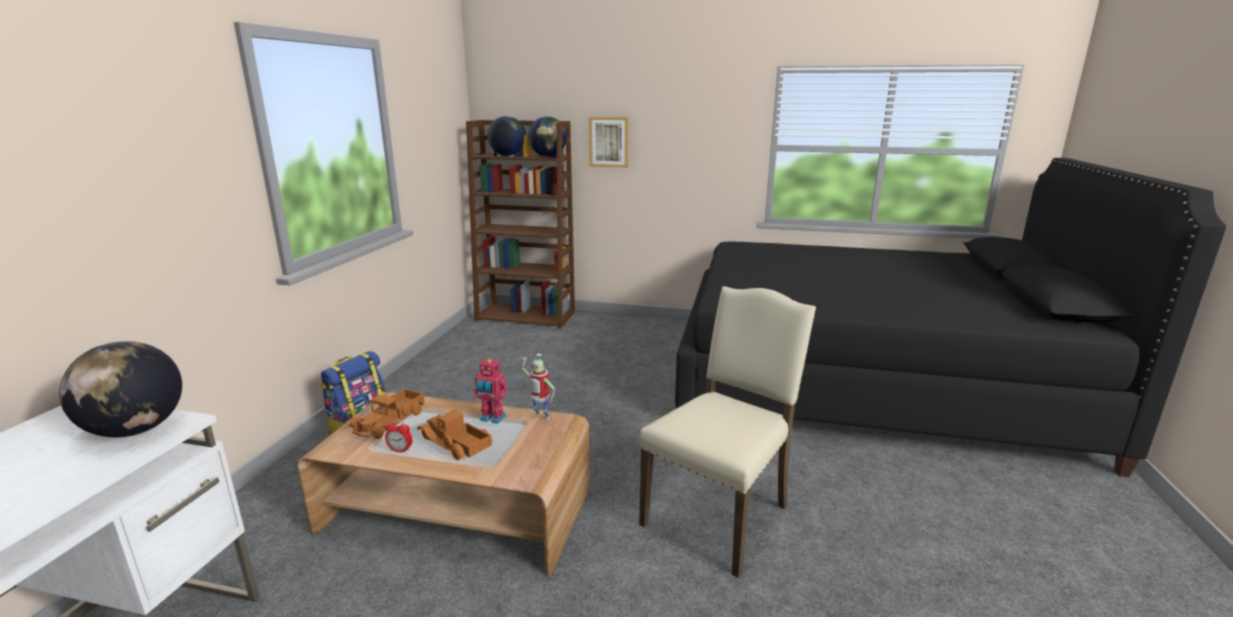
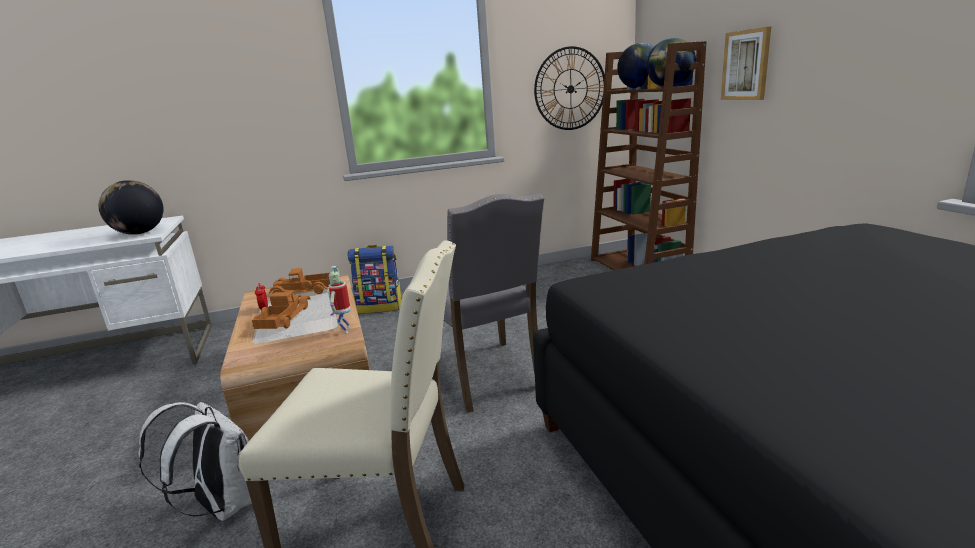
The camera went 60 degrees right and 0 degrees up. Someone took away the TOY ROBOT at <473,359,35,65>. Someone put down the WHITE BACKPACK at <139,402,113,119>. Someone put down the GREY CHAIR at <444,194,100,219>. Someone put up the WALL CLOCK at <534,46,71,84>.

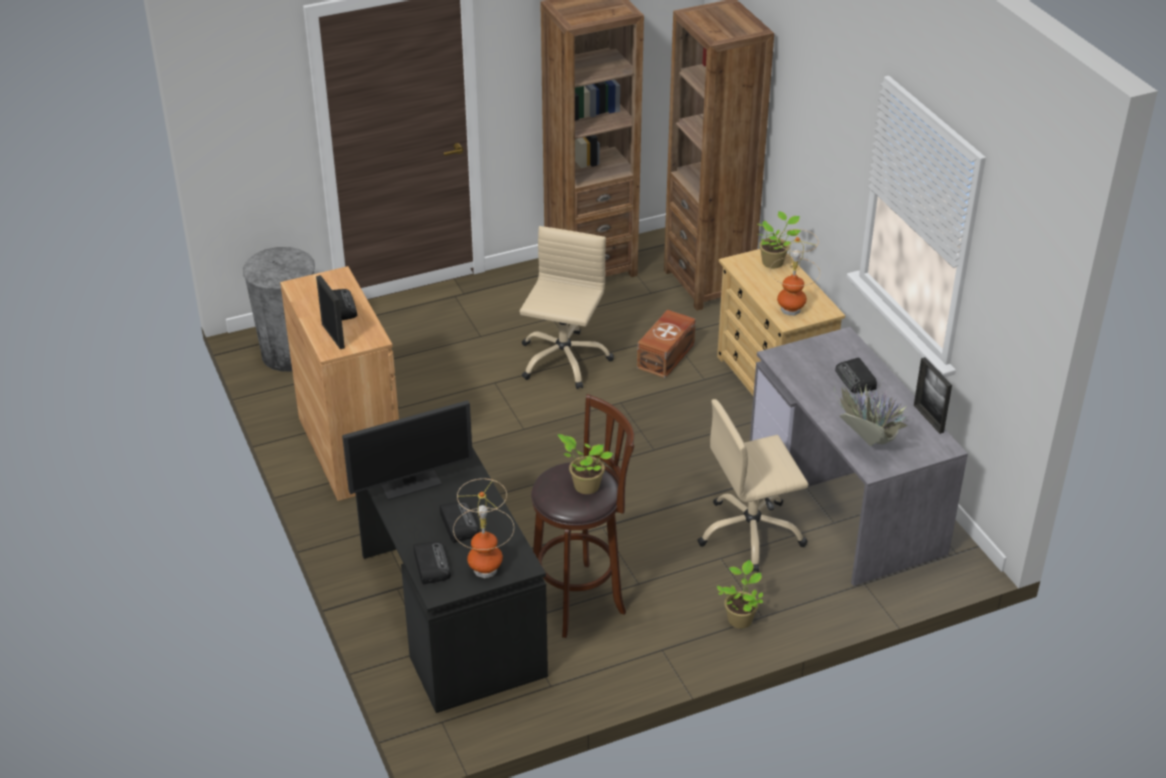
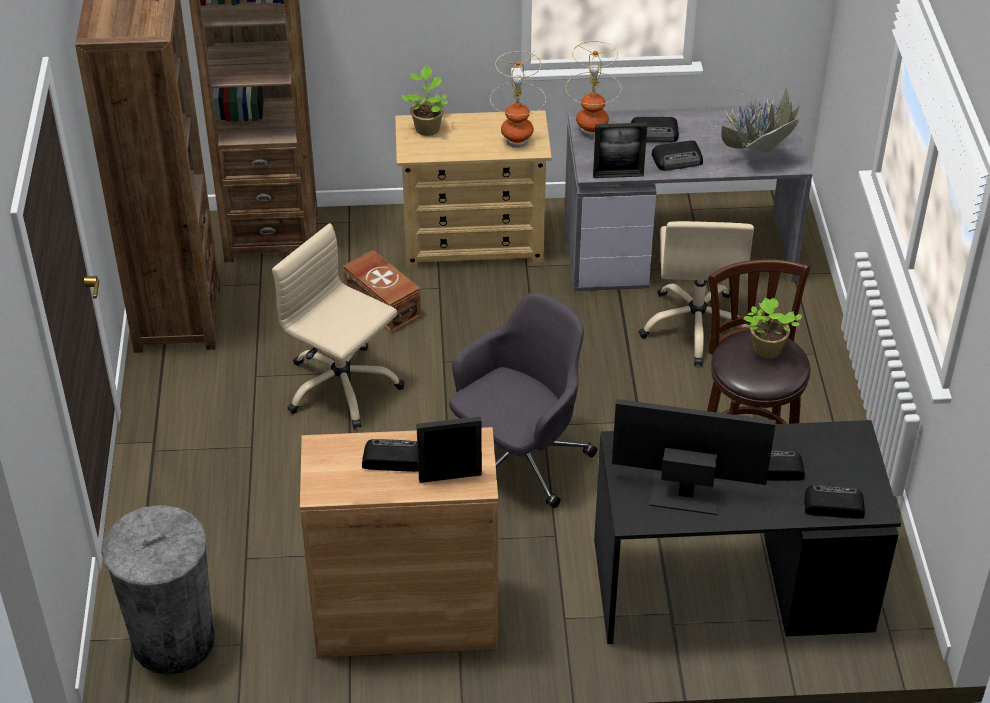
The camera went 70 degrees left and 5 degrees up. Someone rotated the MONITOR at <342,400,131,100> by 75 degrees counterclockwise. Someone carried the TABLE LAMP from <453,478,61,100> to <566,41,55,96>. Someone took away the POTTED PLANT at <717,560,46,69>. Someone carried the PICTURE FRAME from <914,357,38,77> to <593,123,54,55>. Someone put down the GREY OFFICE CHAIR at <449,293,148,215>. Someone put down the RADIO at <651,140,52,31>.

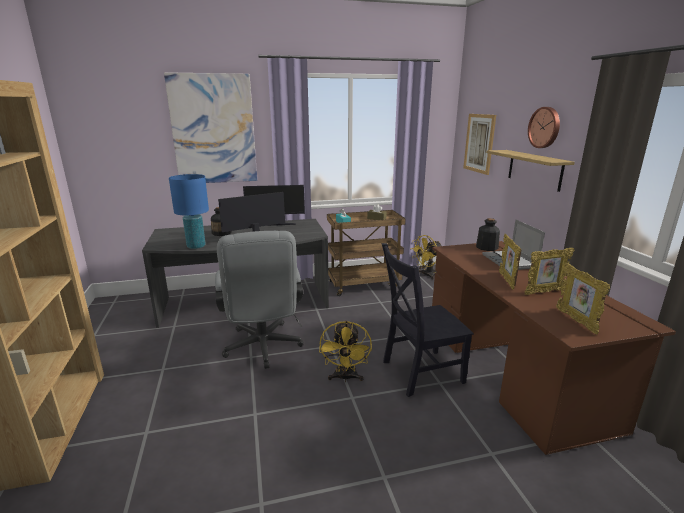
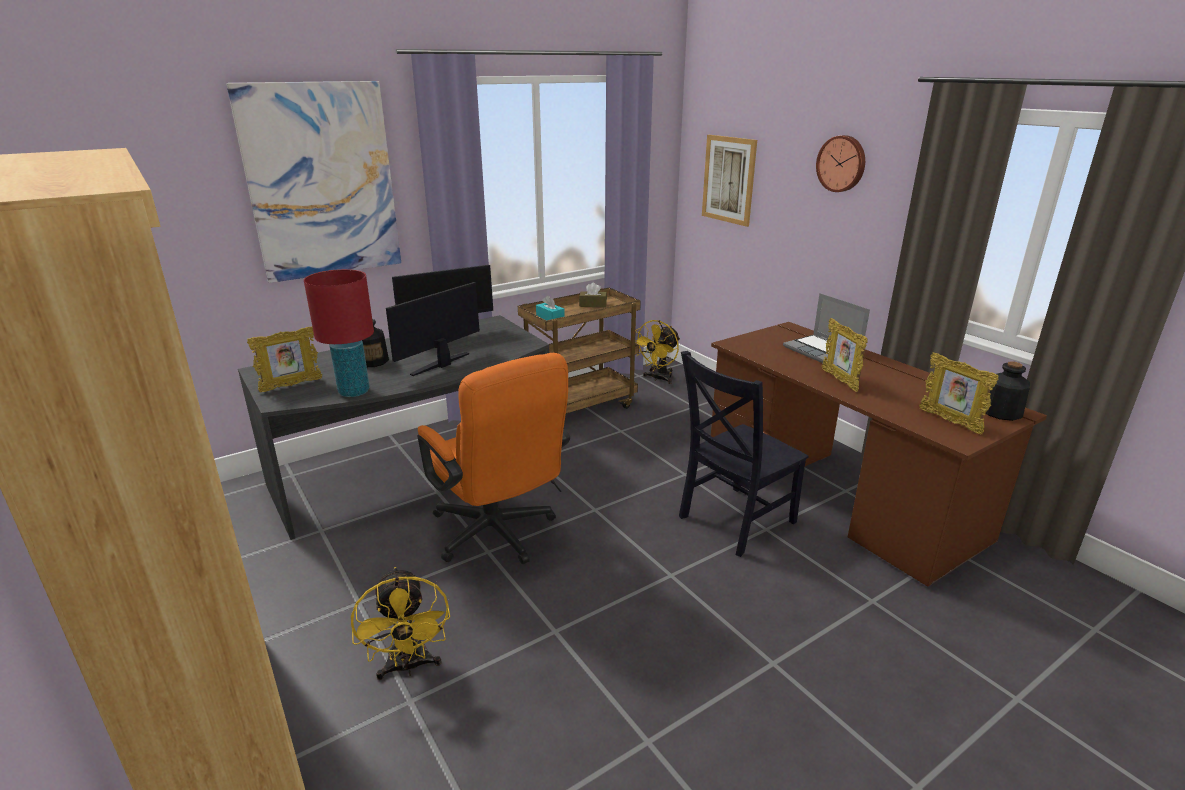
The camera went 20 degrees left and 5 degrees up. Someone repainted the BLUE TABLE LAMP at <169,174,40,75>, which became the RED TABLE LAMP at <304,269,70,128>. Someone repainted the GREY OFFICE CHAIR at <215,231,89,138>, which became the ORANGE OFFICE CHAIR at <417,353,153,211>. Someone carried the YELLOW FAN from <319,320,53,62> to <351,567,99,113>. Someone carried the BOTTLE from <476,218,24,33> to <986,361,44,60>. Someone took away the SHELF at <486,150,89,42>. Someone carried the PICTURE FRAME from <525,248,49,47> to <247,326,75,66>.

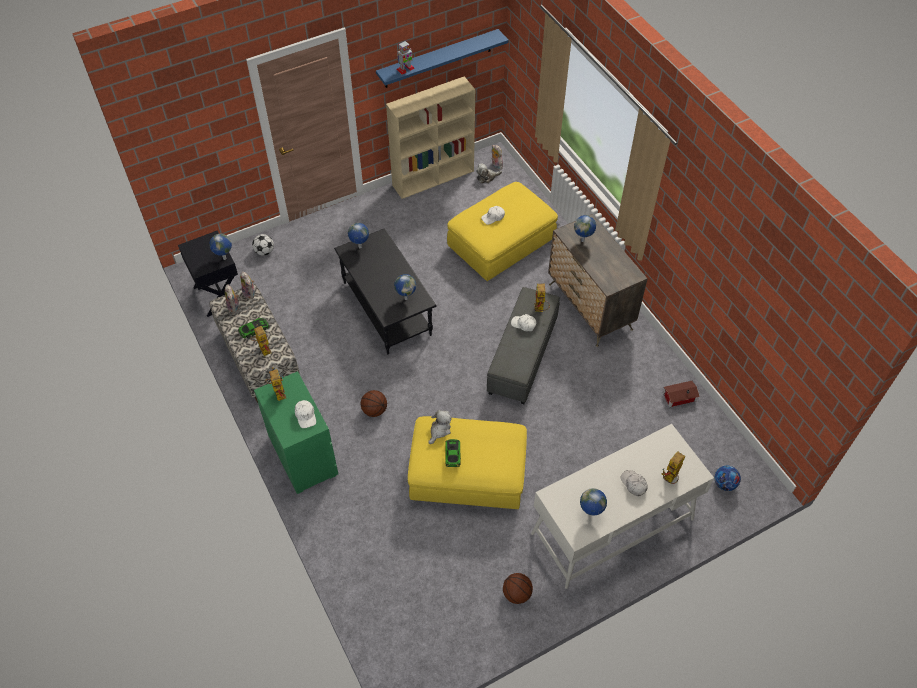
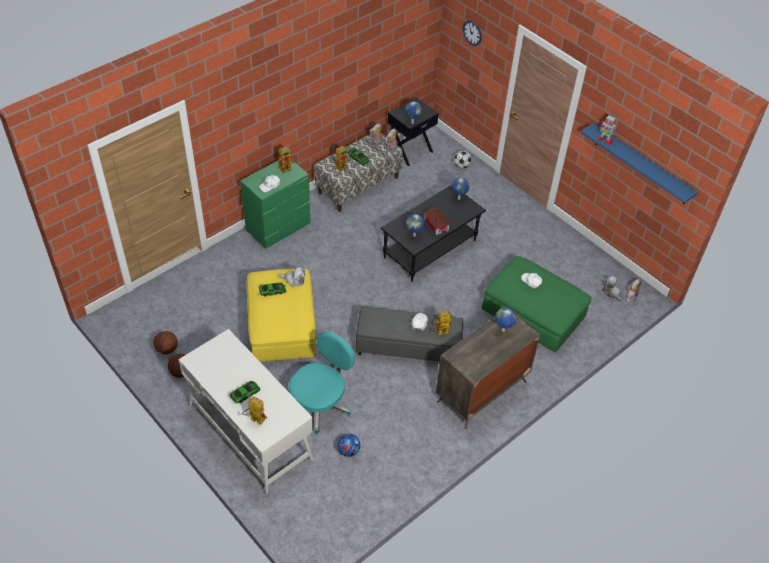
The camera went 75 degrees right and 5 degrees down. Someone carried the BASKETBALL from <361,390,26,27> to <154,331,24,23>. Someone took away the BEIGE BOOKCASE at <386,76,89,123>. Someone repainted the YELLOW OTTOMAN at <447,182,111,99>, which became the GREEN OTTOMAN at <482,256,110,97>. Someone took away the GLOBE at <580,488,27,28>. Someone swapped the WHITE CAP at <621,470,27,26> for the TOY CAR at <230,381,30,22>. Someone carried the TOY HOUSE from <663,381,37,26> to <424,208,27,27>. Someone carried the FOOTBALL from <715,466,26,25> to <338,434,22,23>. Someone put down the TURQUOISE OFFICE CHAIR at <289,331,66,104>. Someone put up the WALL CLOCK at <463,21,19,25>.

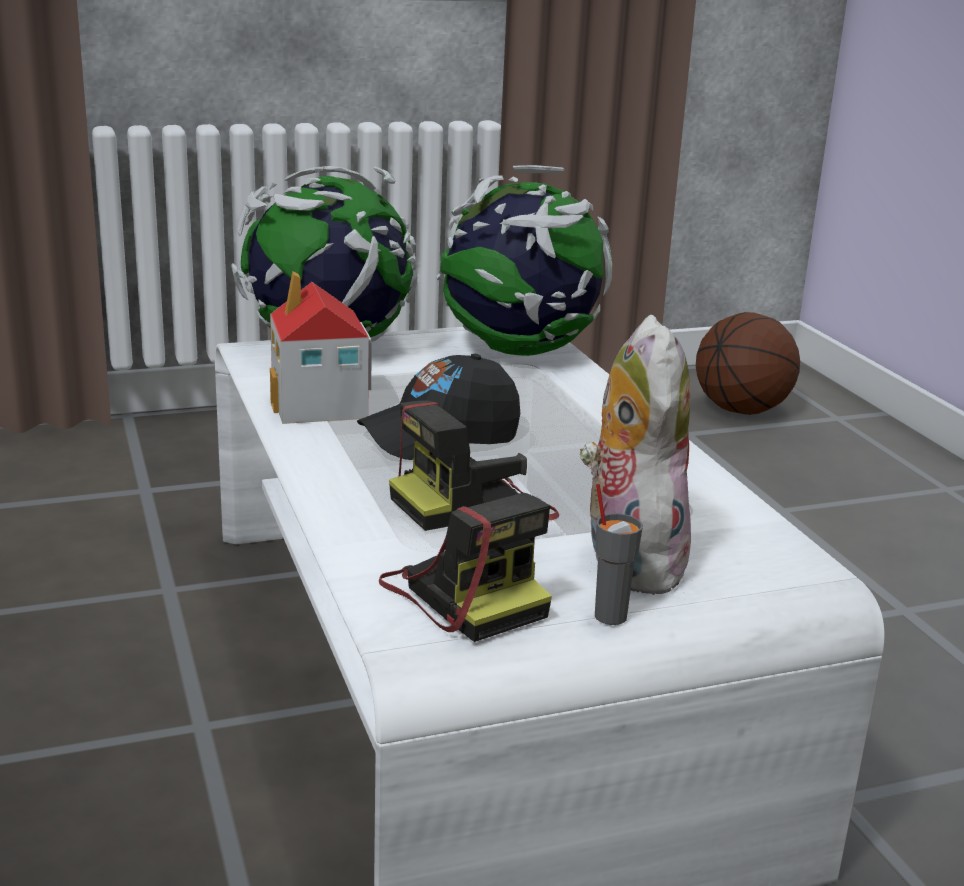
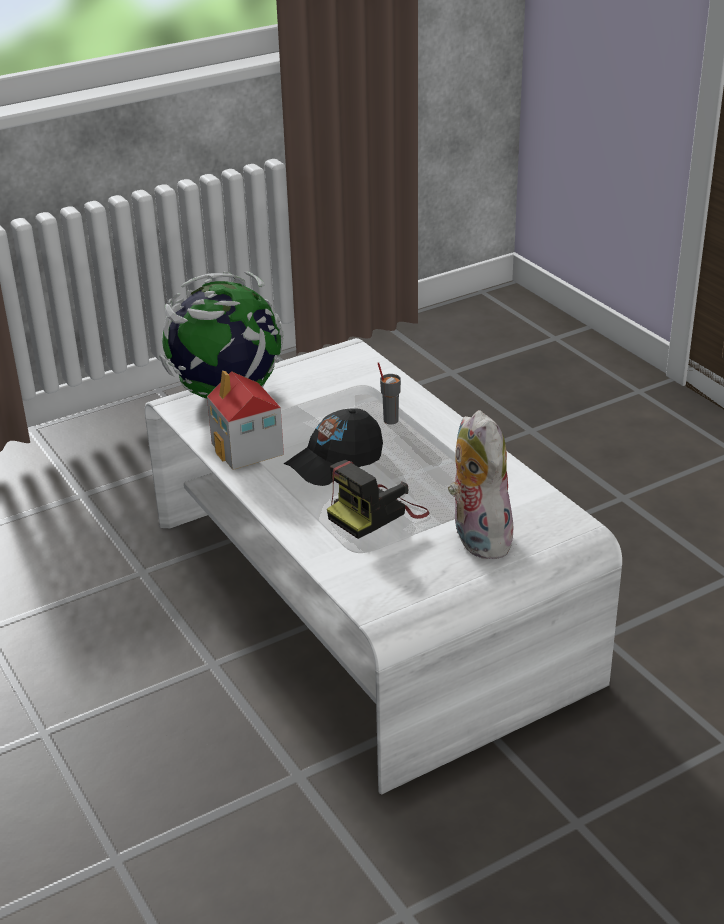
The camera went 10 degrees left and 10 degrees up. Someone took away the PHOTO CAMERA at <379,493,173,149>. Someone took away the GLOBE at <436,165,176,191>. Someone carried the GREY CUP from <595,484,48,141> to <378,362,23,62>. Someone took away the BASKETBALL at <696,312,104,103>.

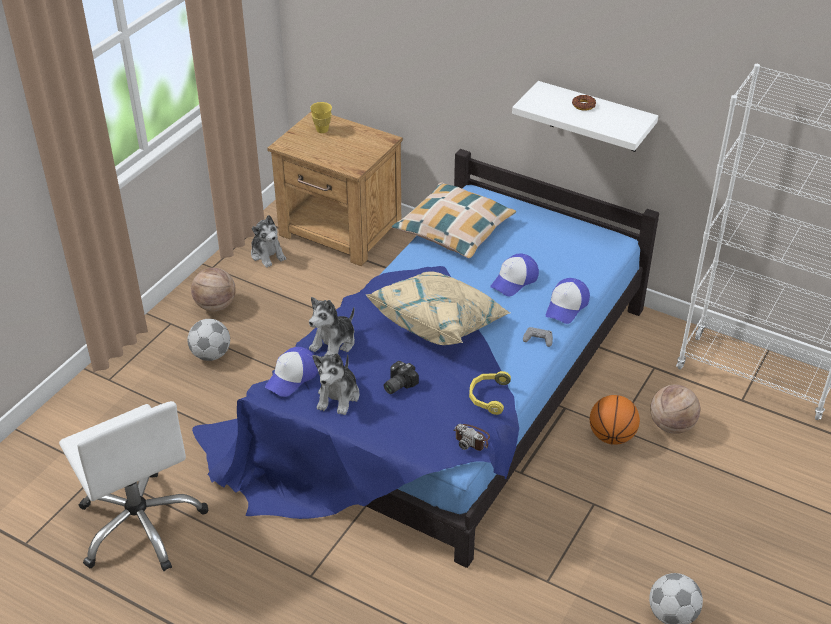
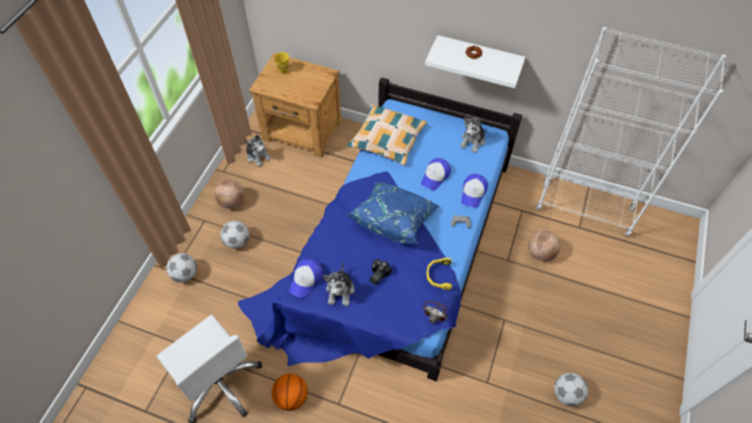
The camera went 10 degrees left and 15 degrees up. Someone carried the PLUSH TOY from <309,297,46,59> to <460,117,25,36>. Someone repainted the BEIGE PILLOW at <365,271,145,74>, which became the BLUE PILLOW at <345,181,95,63>. Someone carried the BASKETBALL from <590,395,50,50> to <272,374,36,37>. Someone put down the FOOTBALL at <166,253,31,29>.

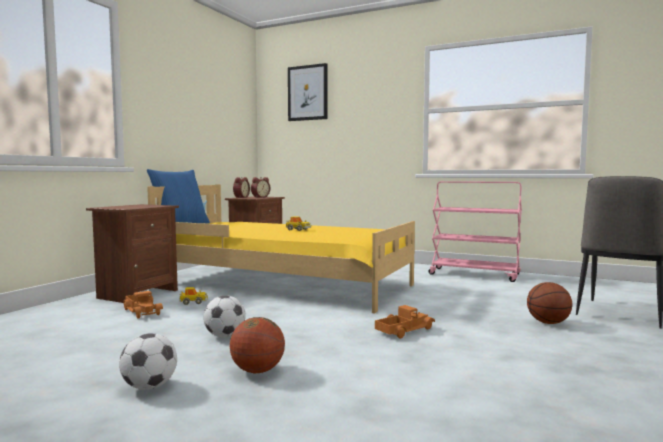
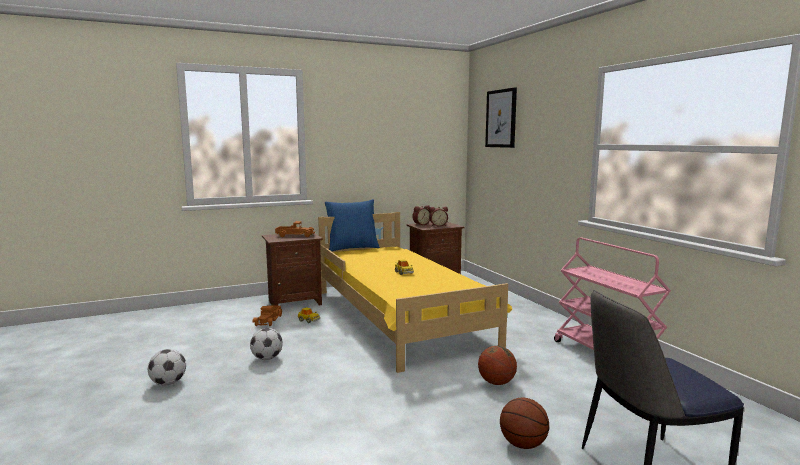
The camera went 40 degrees right and 5 degrees up. Someone carried the BASKETBALL from <230,317,55,56> to <478,346,39,39>. Someone carried the TOY TRUCK from <375,305,60,33> to <275,221,40,16>.

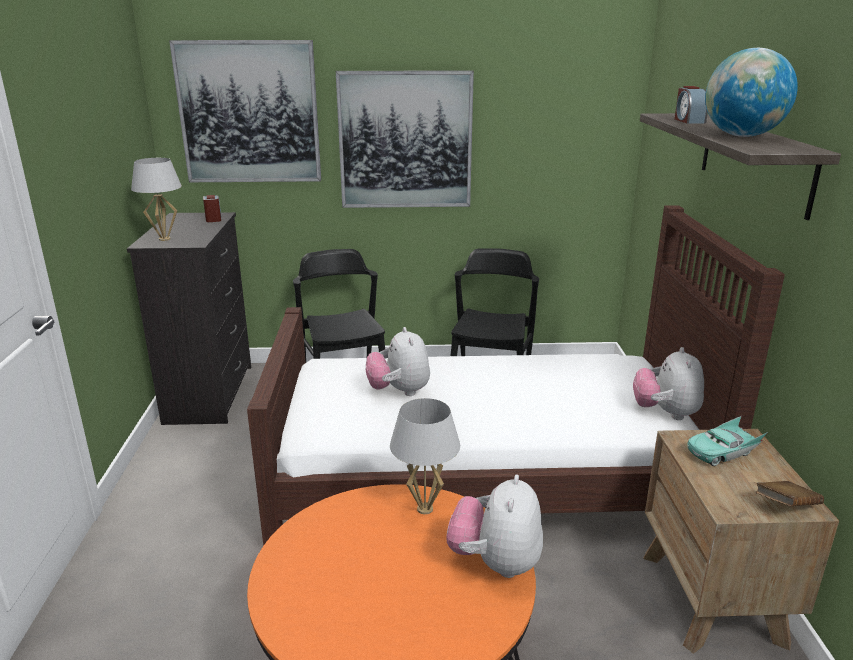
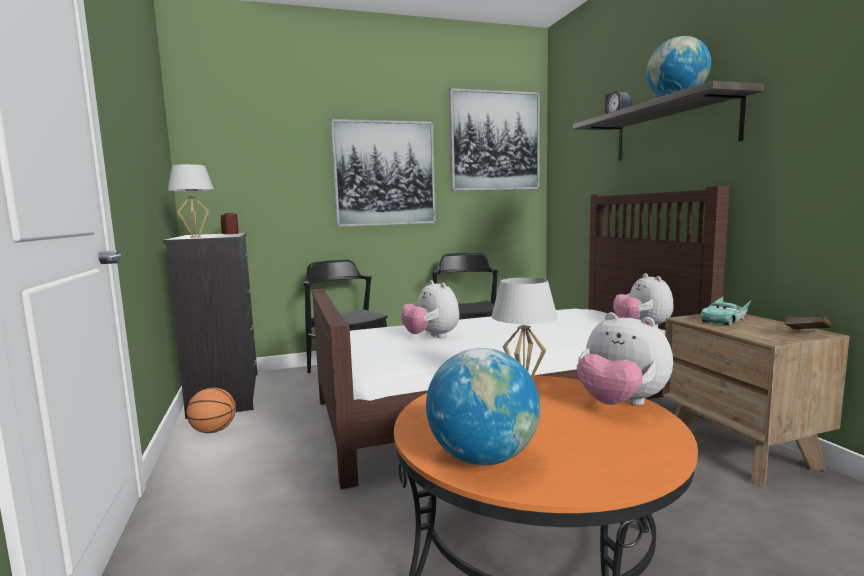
The camera went 15 degrees left and 15 degrees down. Someone carried the PICTURE from <169,40,152,142> to <449,88,91,103>. Someone rotated the PLUSH TOY at <446,475,97,103> by 45 degrees counterclockwise. Someone put down the BASKETBALL at <186,388,50,45>. Someone put down the GLOBE at <426,348,114,117>.

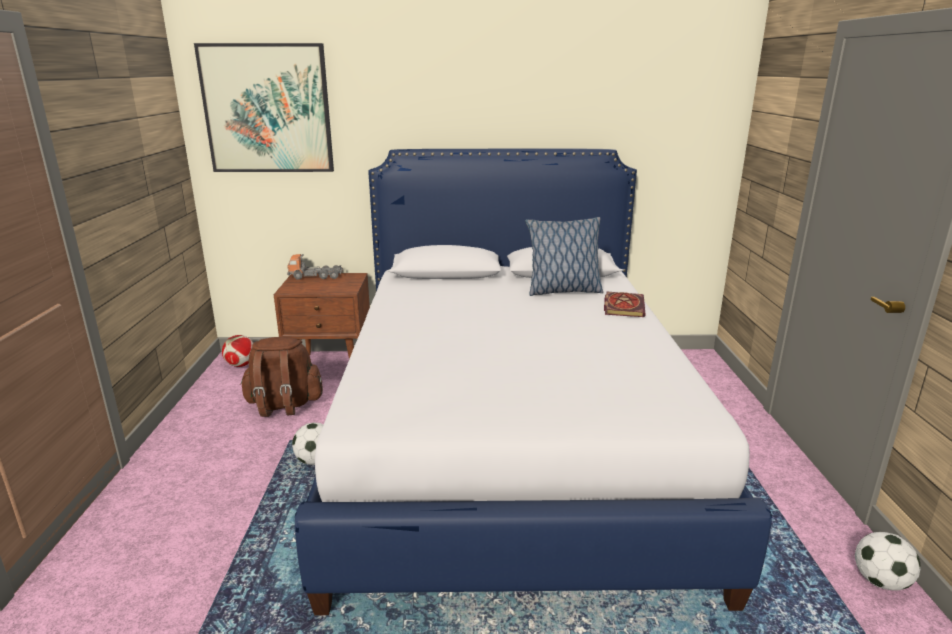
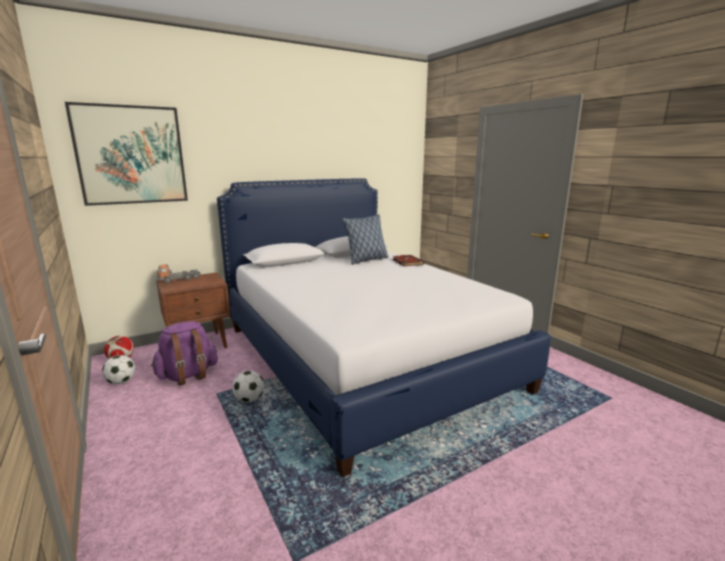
The camera went 30 degrees left and 5 degrees down. Someone repainted the BROWN BACKPACK at <240,337,83,80>, which became the PURPLE BACKPACK at <151,321,67,65>. Someone carried the FOOTBALL from <855,532,66,59> to <102,355,33,29>.

